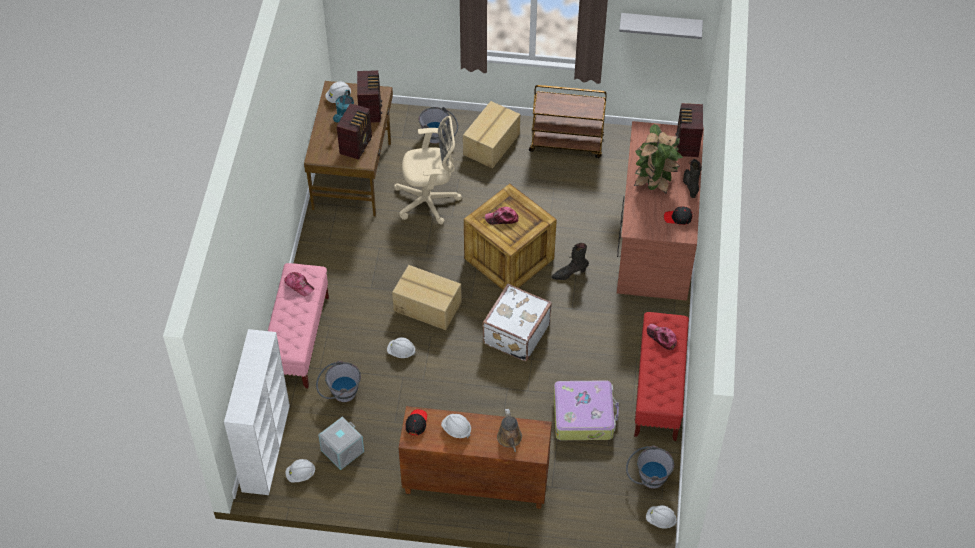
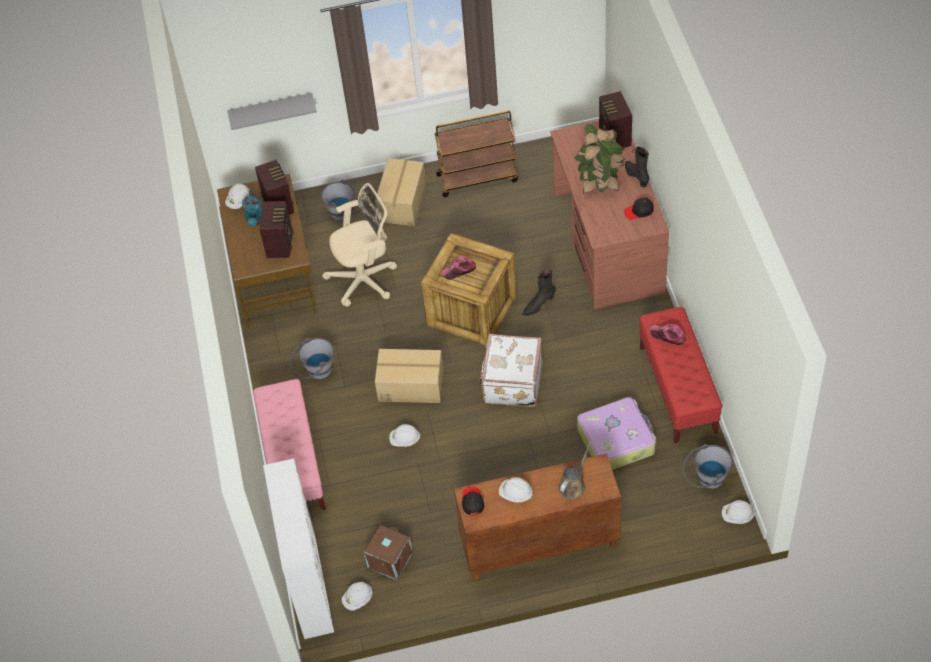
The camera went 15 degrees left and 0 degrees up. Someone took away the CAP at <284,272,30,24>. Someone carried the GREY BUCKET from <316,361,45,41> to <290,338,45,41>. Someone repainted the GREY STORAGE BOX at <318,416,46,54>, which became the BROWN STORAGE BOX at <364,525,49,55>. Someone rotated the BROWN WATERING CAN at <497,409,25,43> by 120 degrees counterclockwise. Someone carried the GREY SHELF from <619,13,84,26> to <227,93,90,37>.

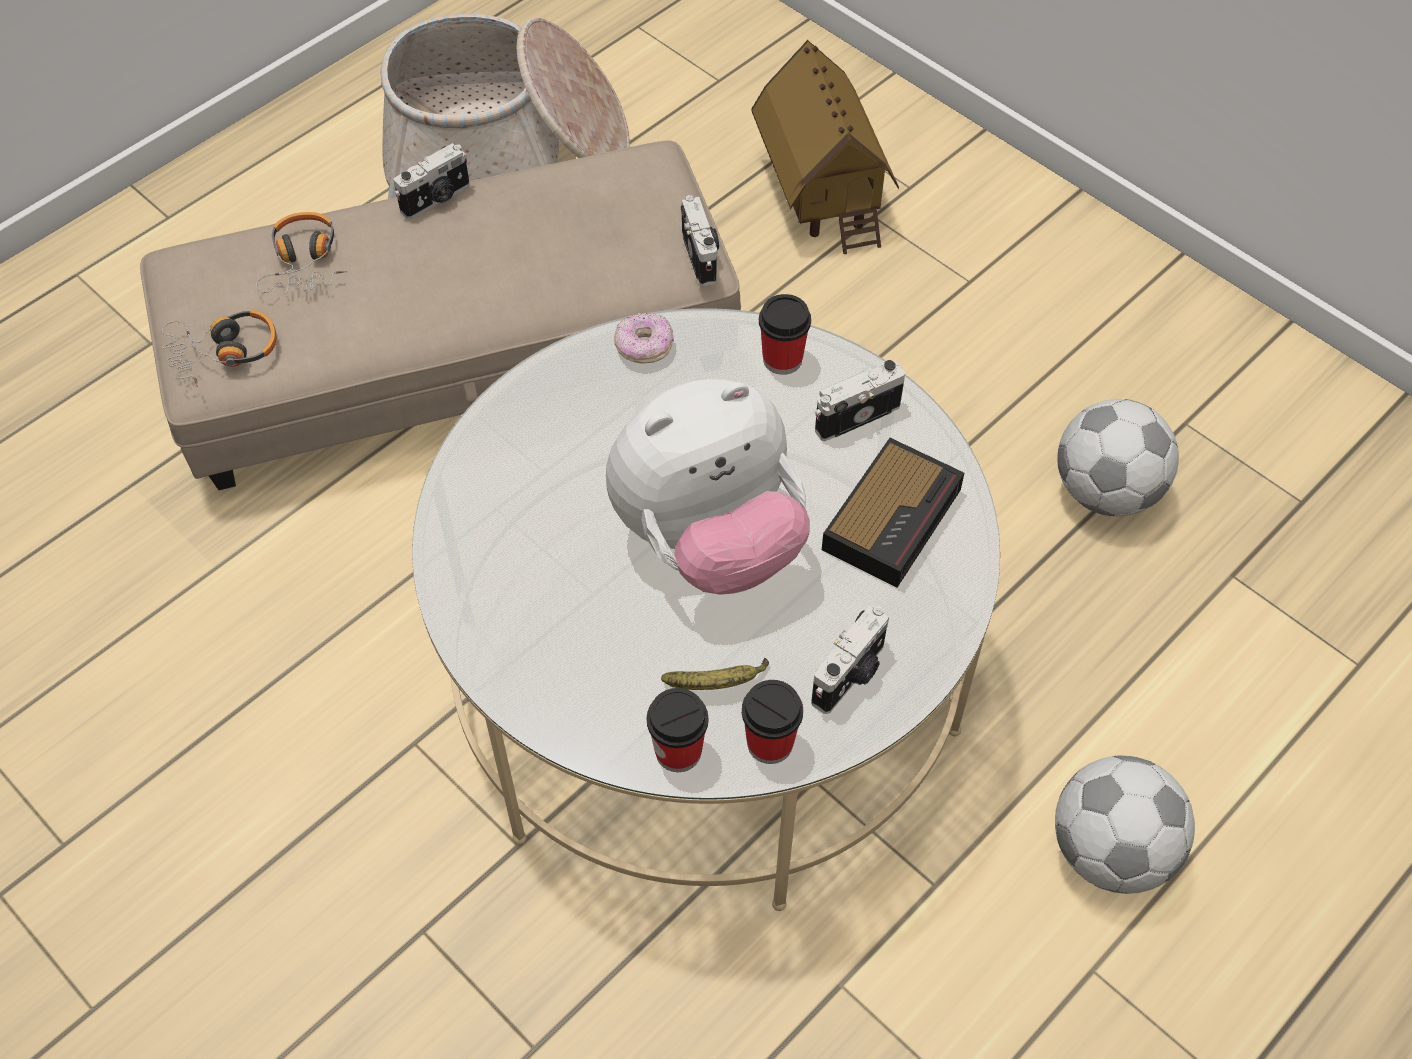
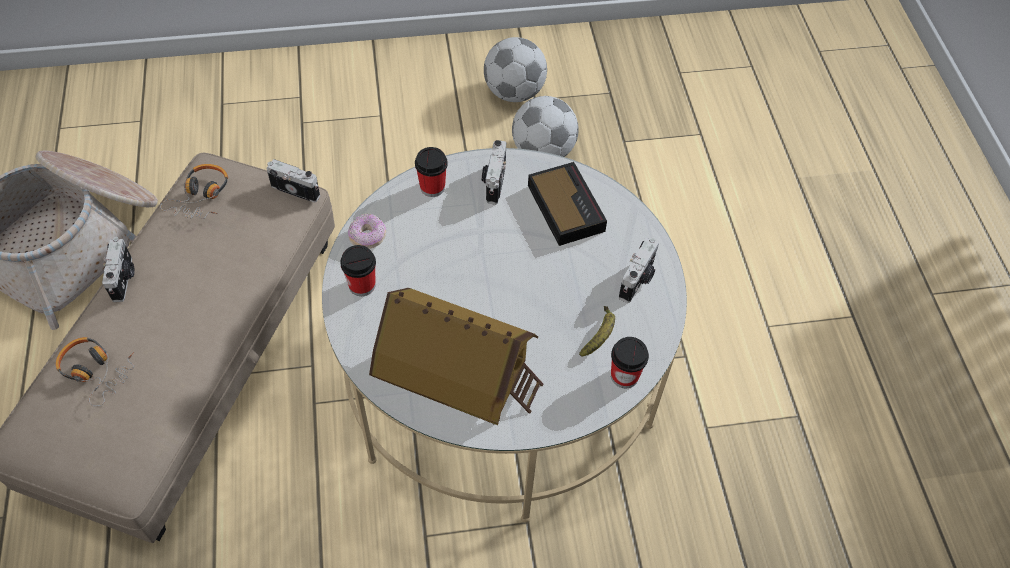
The camera went 55 degrees left and 0 degrees up. Someone carried the HEADPHONES from <162,310,115,77> to <160,164,68,55>. Someone took away the PLUSH TOY at <606,379,204,215>. Someone carried the CUP from <742,680,61,84> to <340,245,36,51>. Someone carried the TOY HOUSE from <751,40,148,214> to <369,288,174,137>. Someone rotated the PHOTO CAMERA at <811,605,78,109> by 45 degrees clockwise. Someone carried the FOOTBALL from <1055,756,140,138> to <484,37,63,65>.

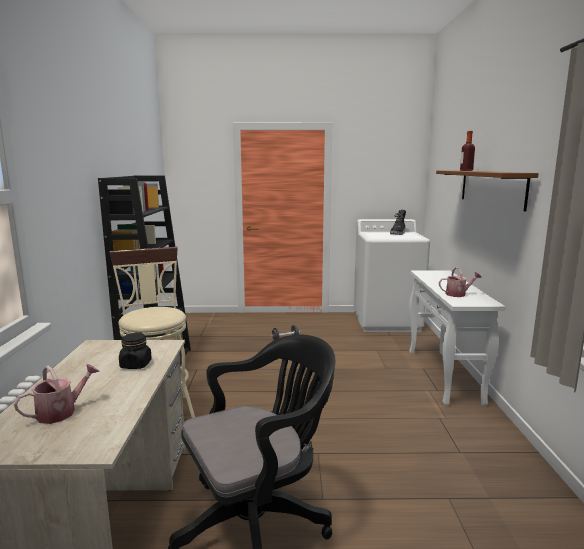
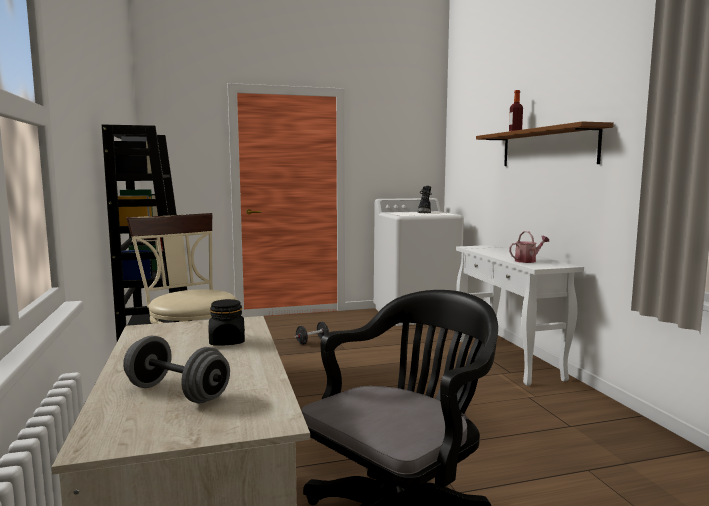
The camera went 15 degrees left and 5 degrees down. Someone swapped the WATERING CAN at <14,364,86,60> for the GREY DUMBBELL at <123,336,107,67>.

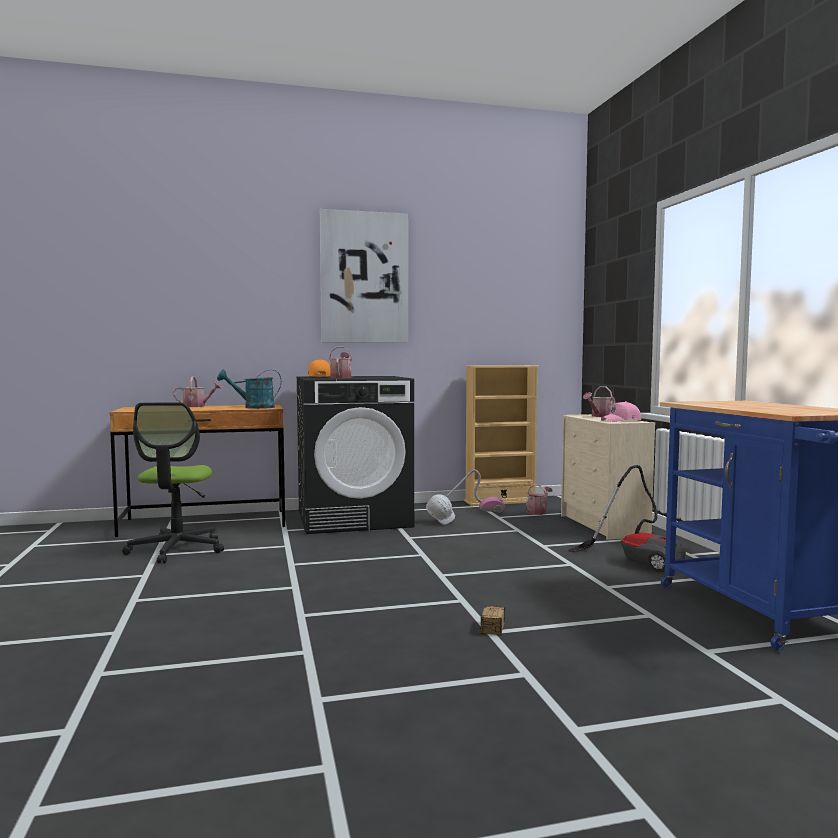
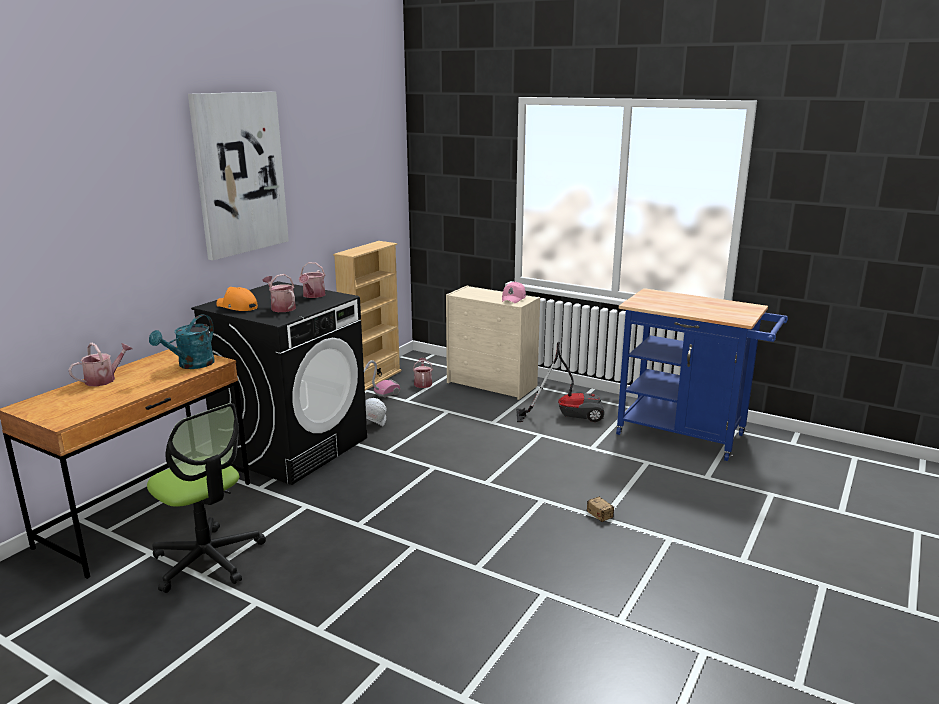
The camera went 45 degrees left and 15 degrees up. Someone carried the WATERING CAN from <583,386,32,31> to <299,262,26,36>.

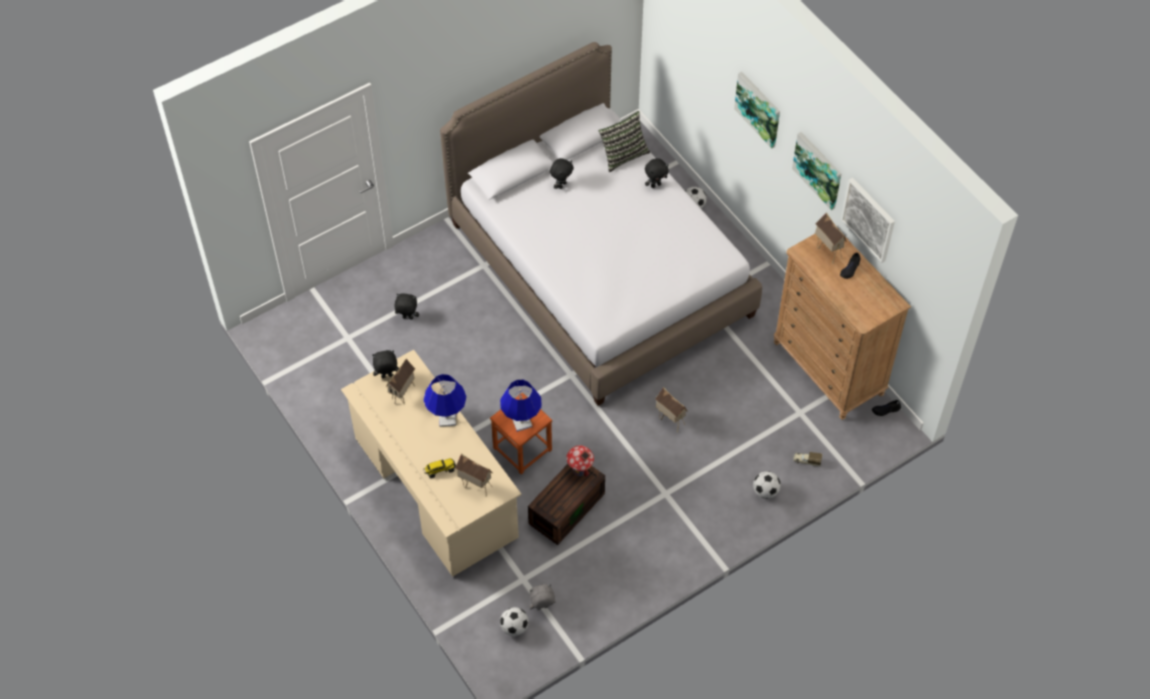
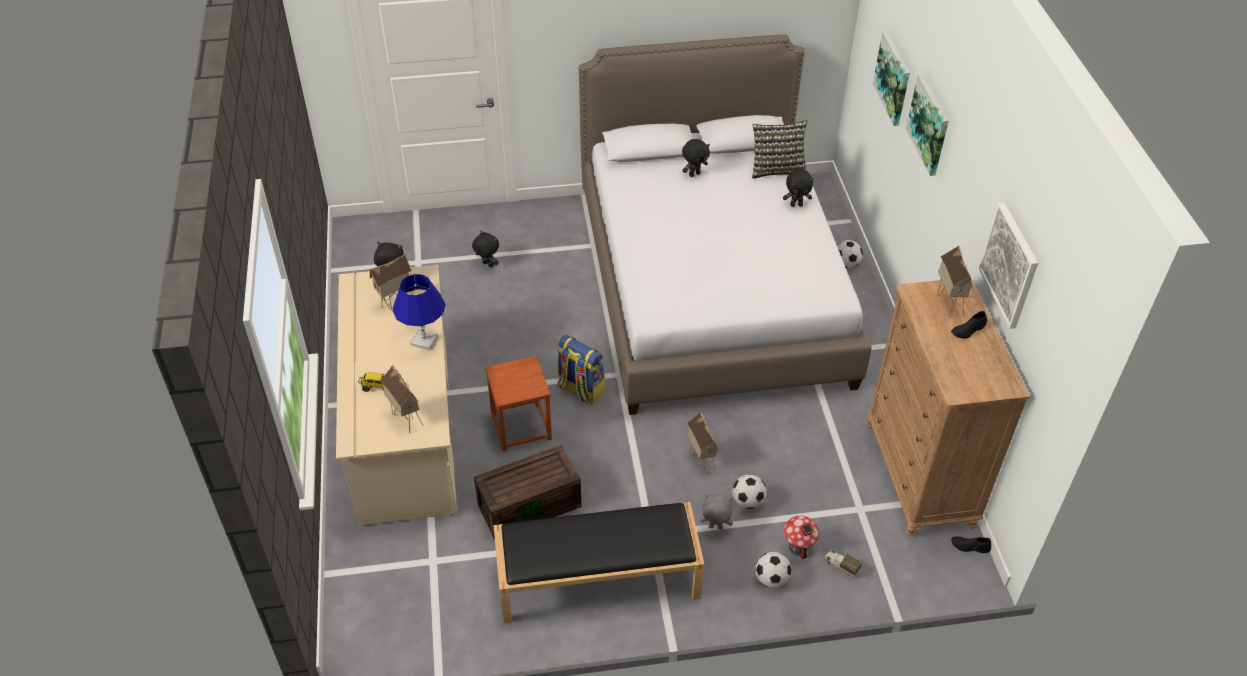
The camera went 25 degrees right and 10 degrees down. Someone took away the BLUE TABLE LAMP at <500,380,42,52>. Someone carried the FOOTBALL from <500,607,29,29> to <732,474,35,35>. Someone carried the GREY PLUSH TOY from <529,584,27,26> to <700,494,33,35>. Someone carried the TOY HOUSE from <566,445,28,32> to <784,516,35,43>. Someone carried the PICTURE from <792,132,49,78> to <873,31,37,95>. Someone put down the BLACK BENCH at <493,502,211,122>. Someone put down the BACKPACK at <557,335,48,70>.

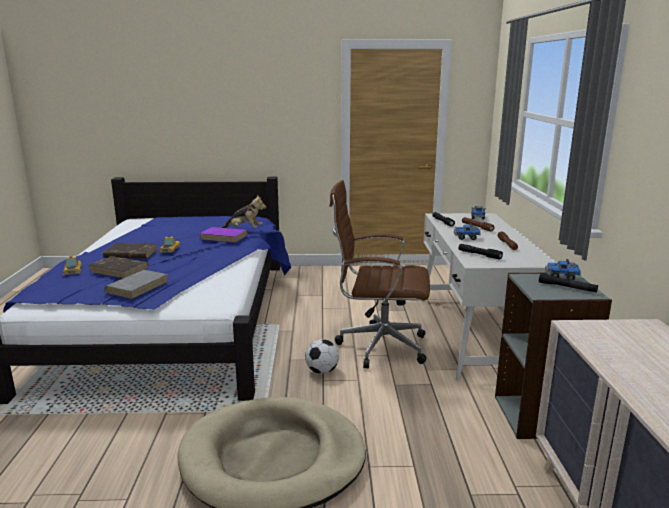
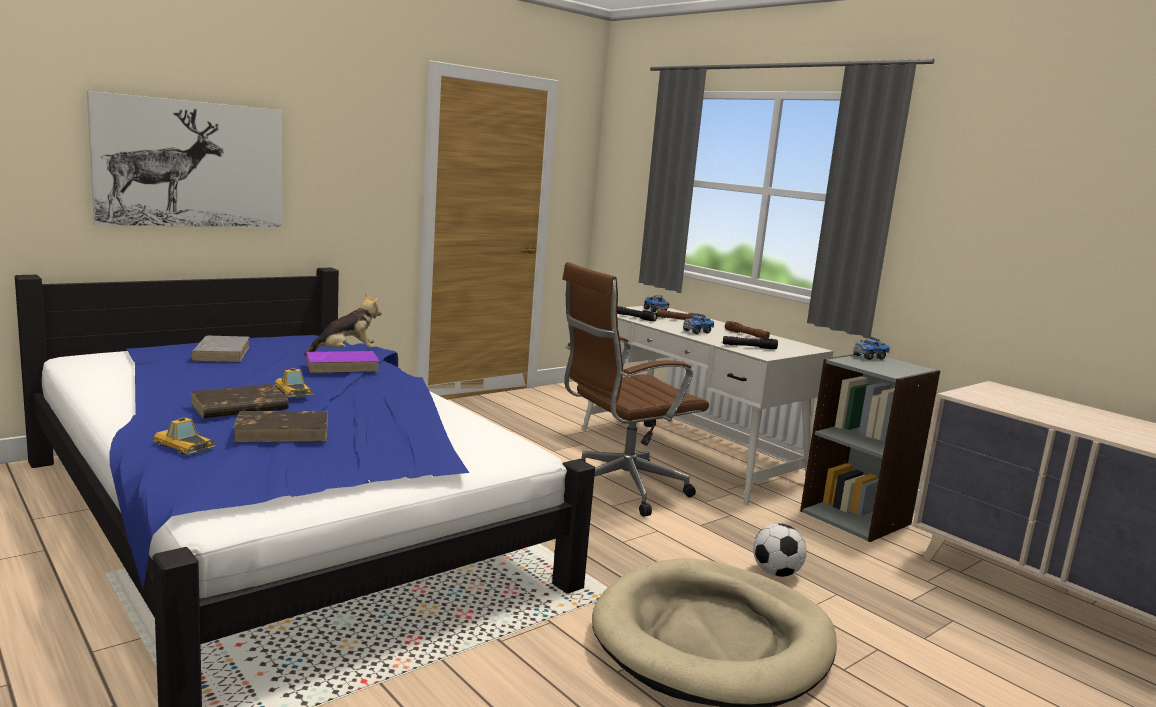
The camera went 40 degrees left and 5 degrees down. Someone carried the GREY BOOK from <104,270,65,29> to <190,336,60,26>. Someone carried the FOOTBALL from <305,339,34,35> to <753,523,54,54>. Someone took away the BLACK FLASHLIGHT at <539,273,59,20>. Someone put up the PICTURE at <87,91,195,136>.

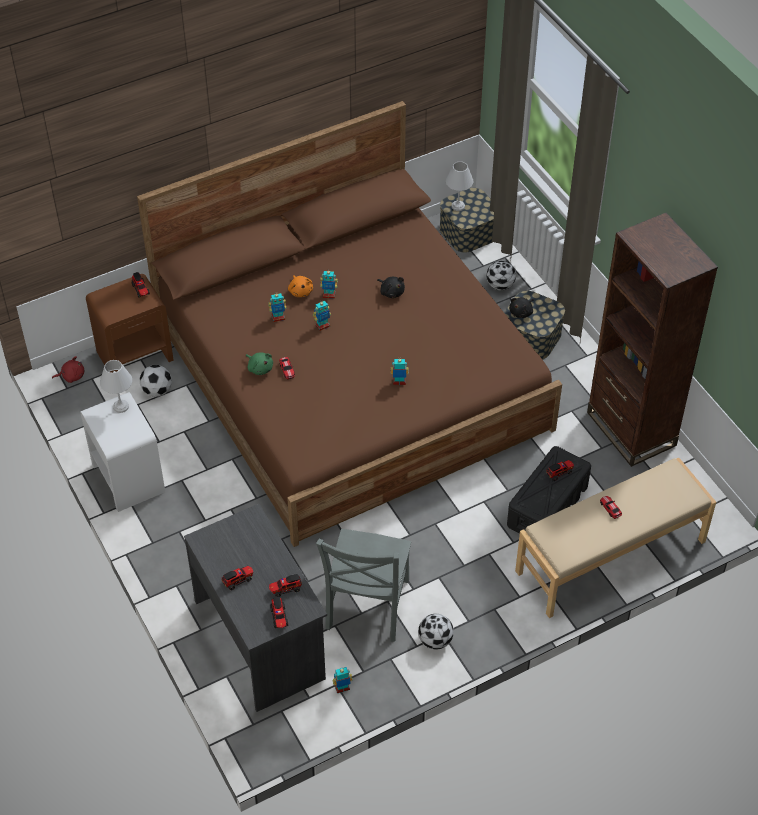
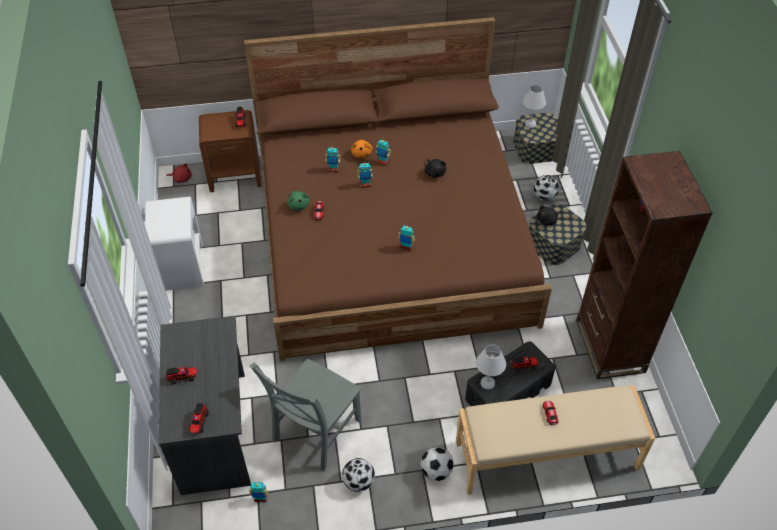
The camera went 20 degrees right and 0 degrees up. Someone carried the WHITE TABLE LAMP from <100,360,32,53> to <476,344,30,46>. Someone carried the FOOTBALL from <140,365,32,32> to <420,447,34,34>. Someone took away the TOY TRUCK at <269,574,33,23>.

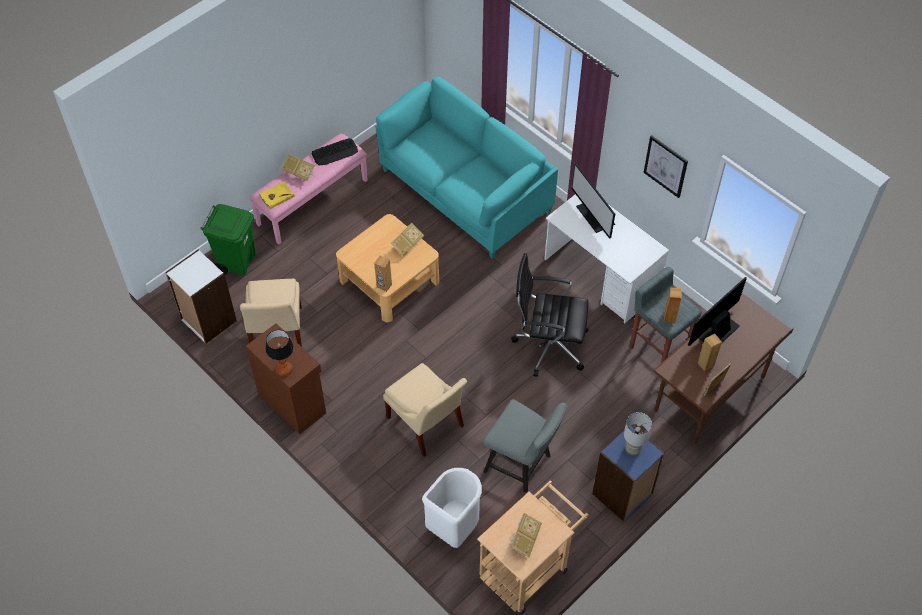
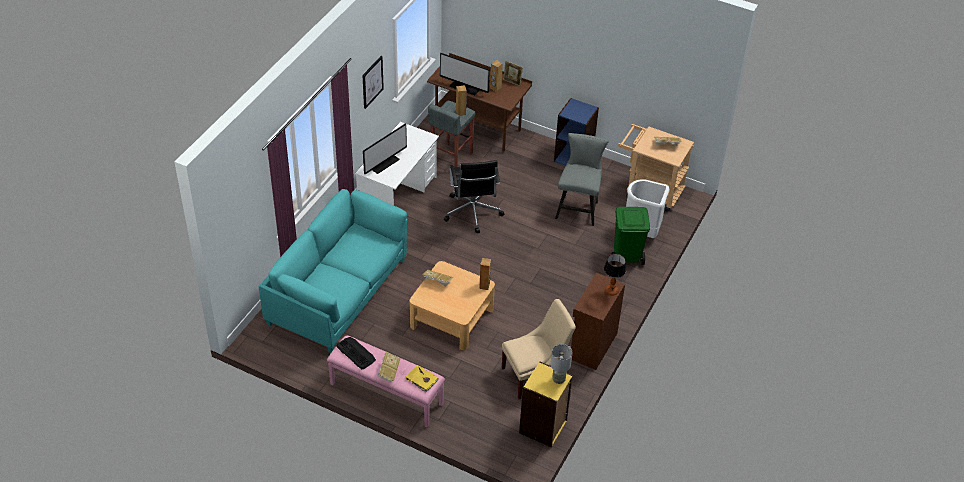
The camera went 110 degrees left and 10 degrees down. Someone repainted the WHITE BOOKCASE at <165,249,72,95>, which became the YELLOW BOOKCASE at <519,361,54,87>. Someone carried the GREEN TRASH CAN from <200,204,55,72> to <611,207,39,58>. Someone took away the BEIGE CHAIR at <383,363,84,94>. Someone carried the GREY TABLE LAMP from <624,412,28,43> to <550,344,22,40>.

